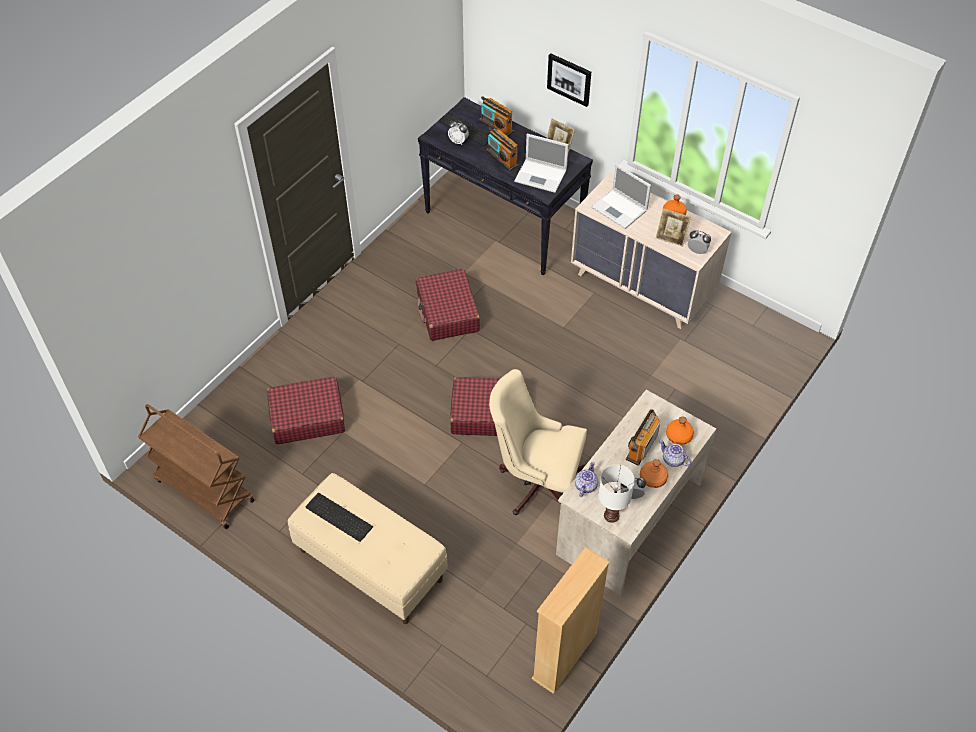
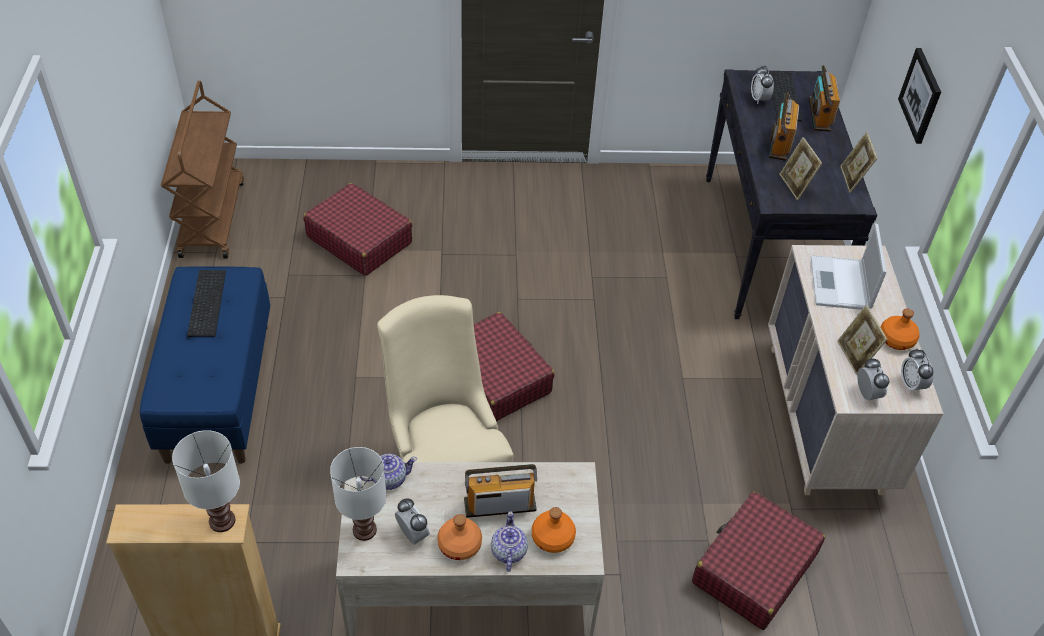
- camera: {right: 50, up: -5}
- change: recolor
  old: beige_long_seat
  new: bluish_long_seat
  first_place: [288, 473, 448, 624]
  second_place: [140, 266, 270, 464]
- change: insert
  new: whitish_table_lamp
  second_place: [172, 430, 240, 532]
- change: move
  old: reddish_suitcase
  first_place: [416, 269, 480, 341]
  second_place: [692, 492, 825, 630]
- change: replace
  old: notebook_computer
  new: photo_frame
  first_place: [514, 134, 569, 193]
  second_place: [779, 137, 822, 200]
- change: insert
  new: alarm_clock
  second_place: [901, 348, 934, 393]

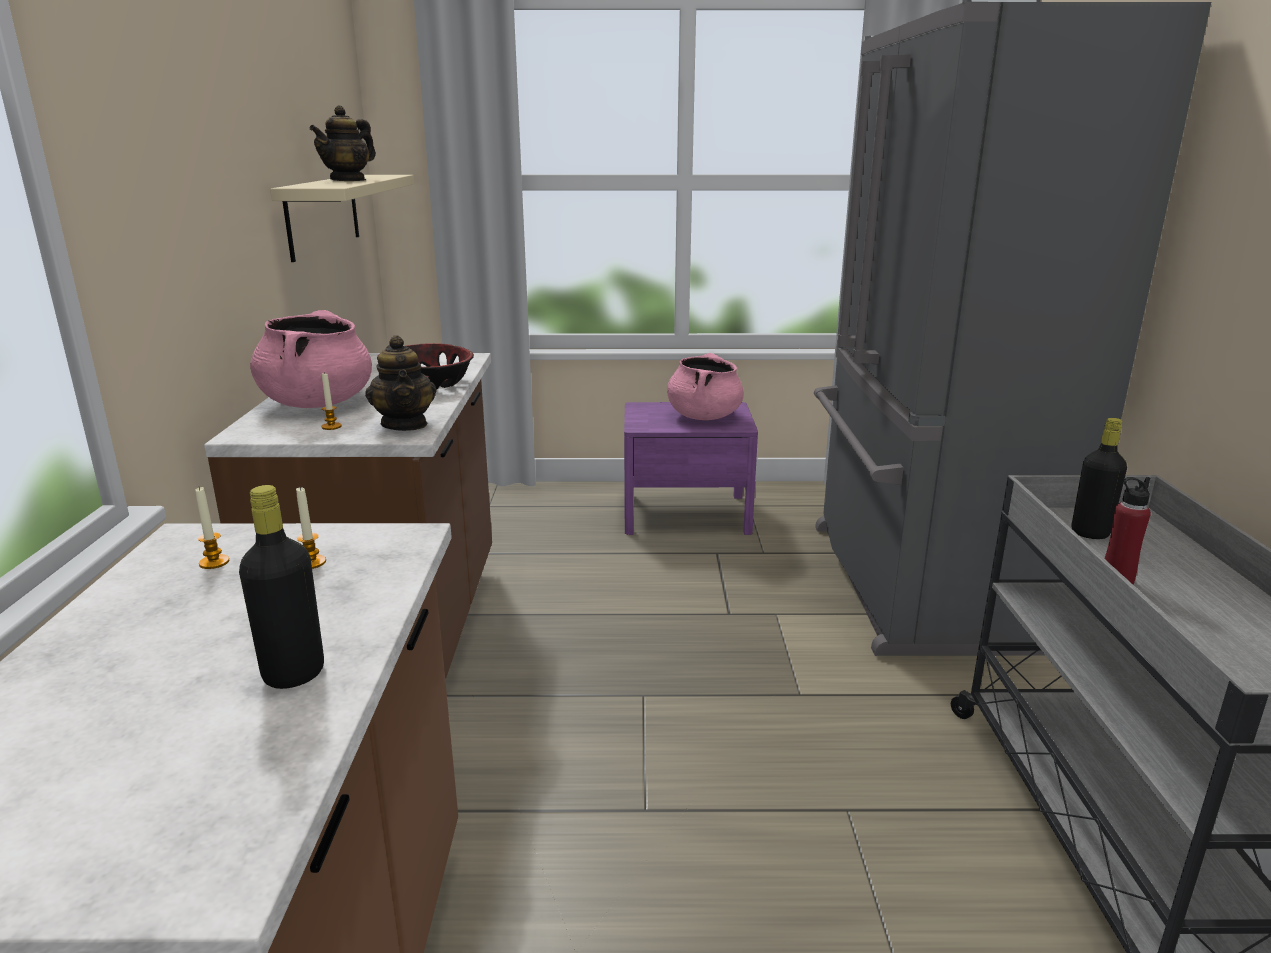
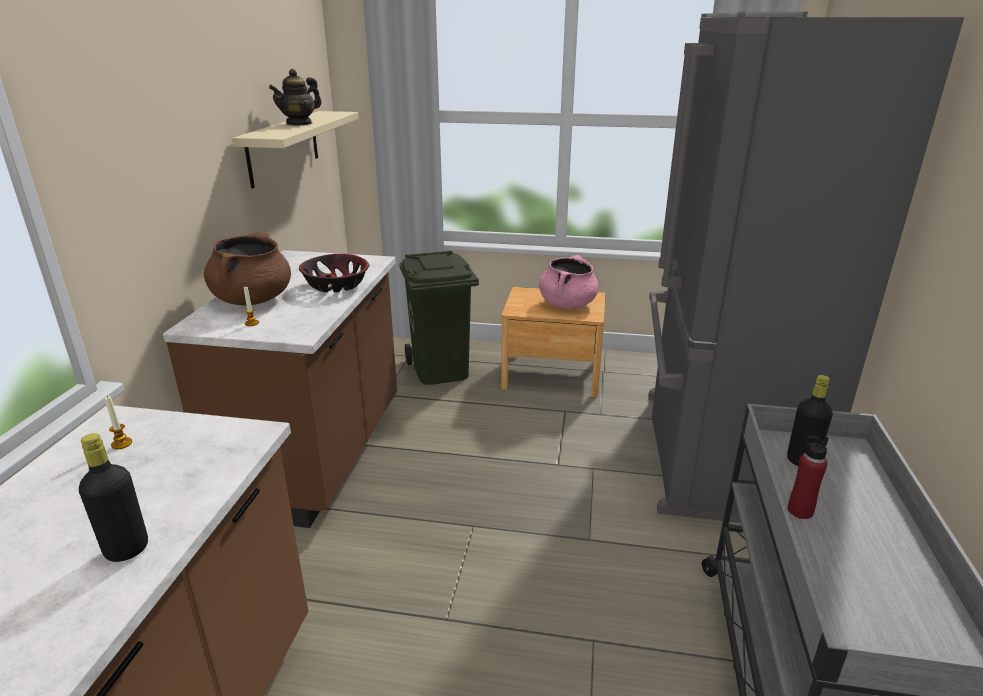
- camera: {right: 10, up: 5}
- change: recolor
  old: pinkish_cooking_pot
  new: brown_cooking_pot
  first_place: [250, 310, 372, 408]
  second_place: [204, 231, 291, 305]
- change: insert
  new: green_waste_bin
  second_place: [399, 251, 479, 385]
- change: recolor
  old: purple-coloured_bedside_table
  new: brown_bedside_table
  first_place: [624, 402, 758, 535]
  second_place: [501, 287, 605, 398]
- change: delete
  old: wax_candle
  first_place: [296, 487, 326, 569]
- change: delete
  old: pot_for_tea
  first_place: [365, 335, 436, 431]

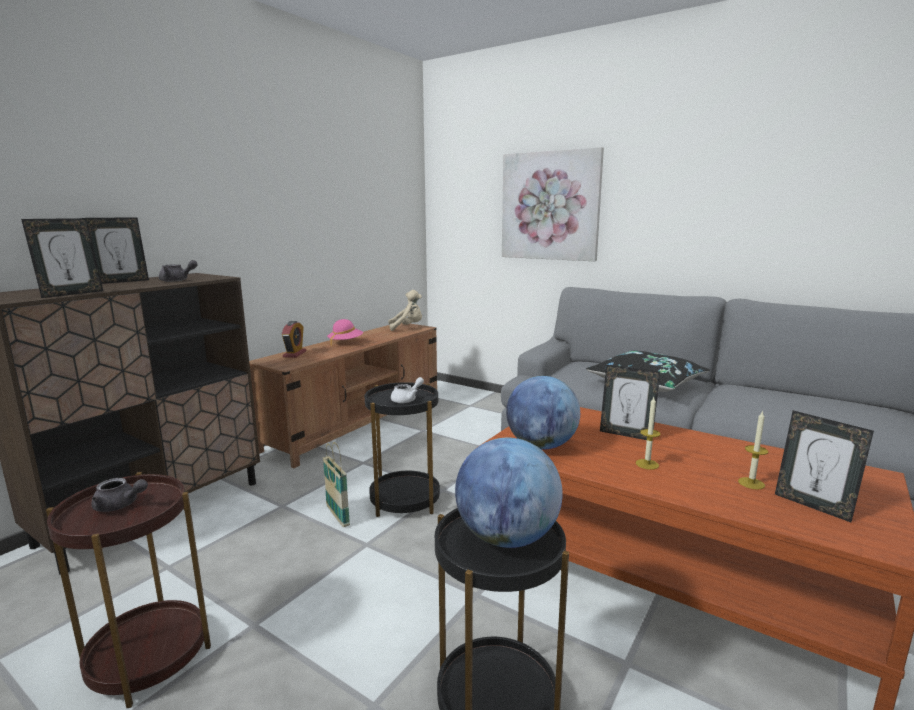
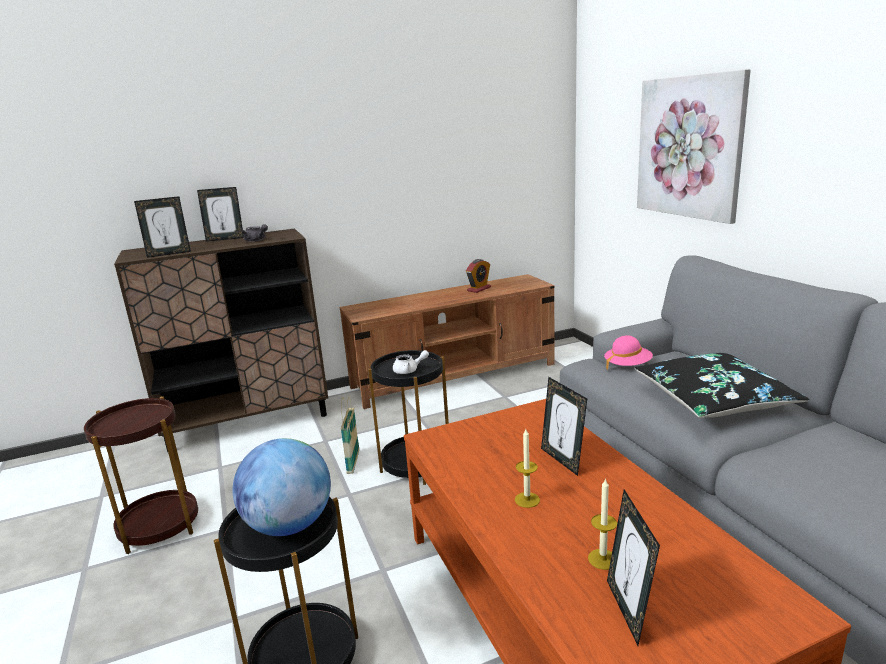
- camera: {right: 35, up: 5}
- change: move
  old: alarm_clock
  first_place: [282, 321, 307, 358]
  second_place: [466, 259, 491, 293]
- change: move
  old: pinkish_wearable_hat
  first_place: [327, 319, 363, 346]
  second_place: [604, 335, 653, 370]
- change: delete
  old: greyish_pot_for_tea
  first_place: [91, 478, 148, 512]
- change: delete
  old: beige_plush_toy
  first_place: [388, 290, 422, 331]
- change: delete
  old: globe
  first_place: [506, 376, 580, 449]

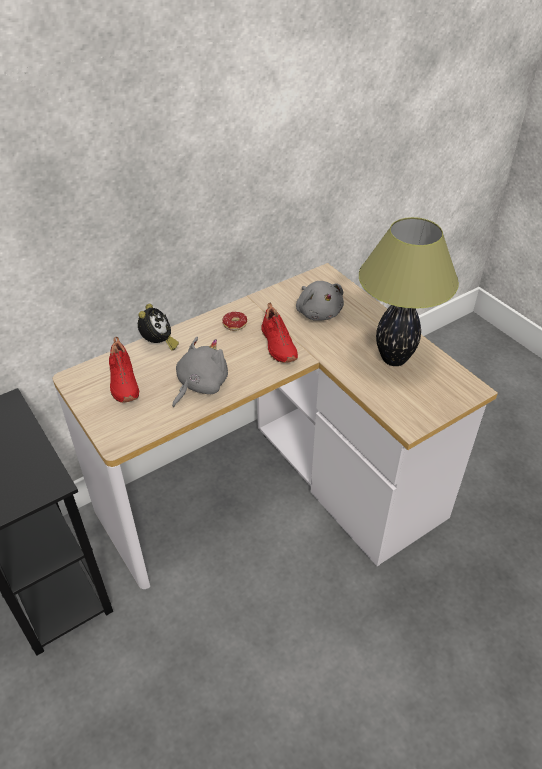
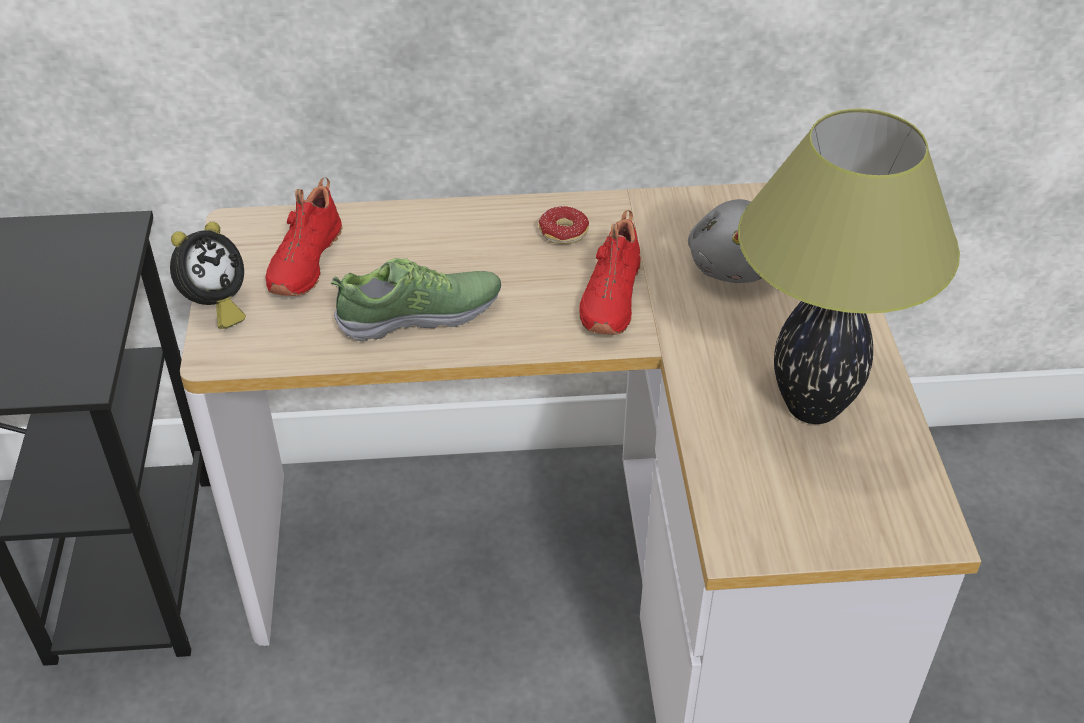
- camera: {right: 30, up: 0}
- change: move
  old: alarm_clock
  first_place: [138, 304, 179, 351]
  second_place: [170, 222, 246, 329]
- change: replace
  old: greyish_plush_toy
  new: item_of_footwear
  first_place: [172, 337, 228, 407]
  second_place: [331, 258, 501, 342]

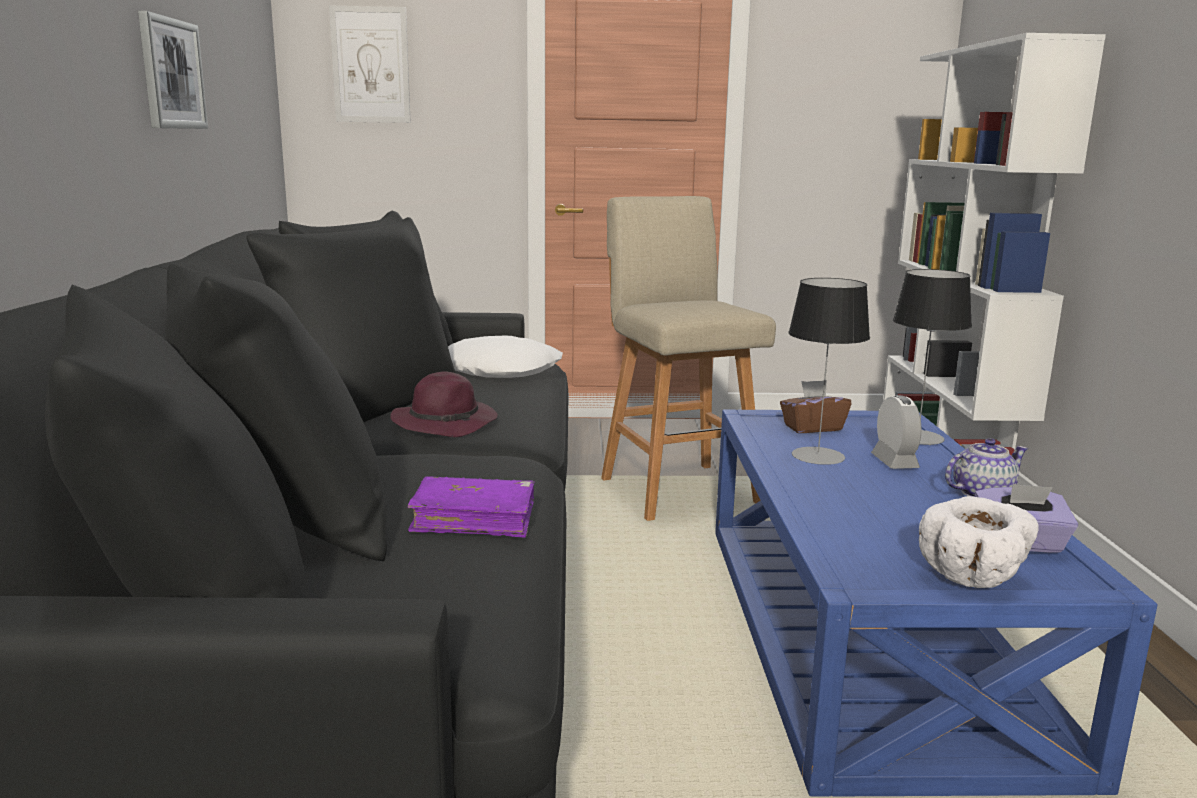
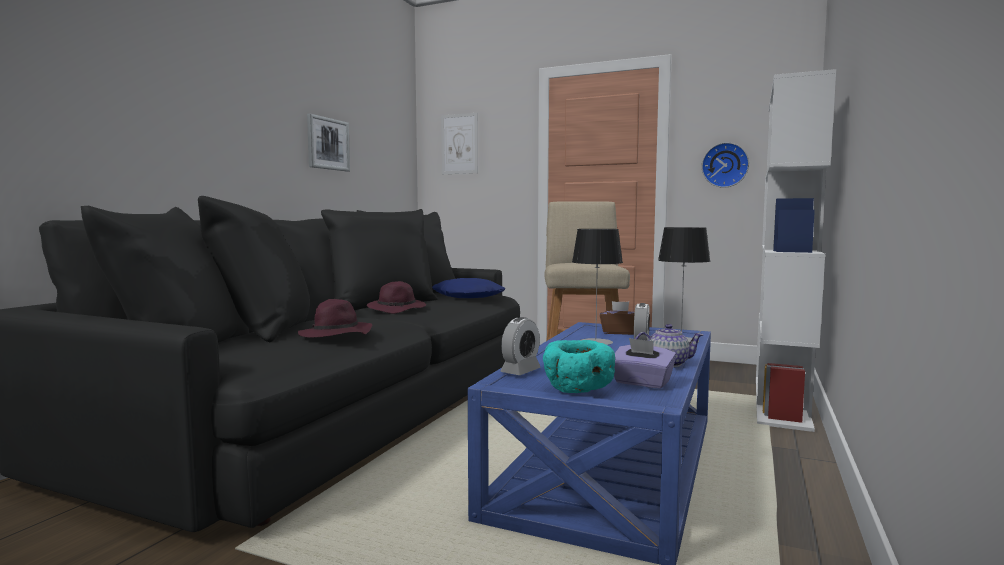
- camera: {right: 25, up: -10}
- change: replace
  old: purple-coloured_volume
  new: purple-coloured_wearable_hat
  first_place: [408, 476, 534, 537]
  second_place: [298, 299, 372, 338]
- change: recolor
  old: whitish_throw_pillow
  new: bluish_throw_pillow
  first_place: [448, 336, 563, 378]
  second_place: [432, 278, 505, 298]
- change: insert
  new: alarm_clock
  second_place: [500, 317, 541, 375]
- change: recolor
  old: whitish_bowl
  new: turquoise-coloured_bowl
  first_place: [919, 496, 1038, 588]
  second_place: [543, 340, 615, 393]
- change: insert
  new: clock_on_the_wall
  second_place: [702, 142, 749, 188]

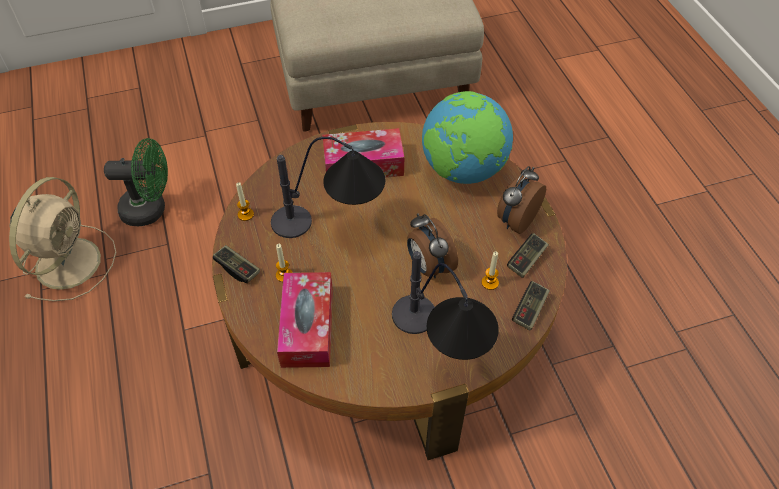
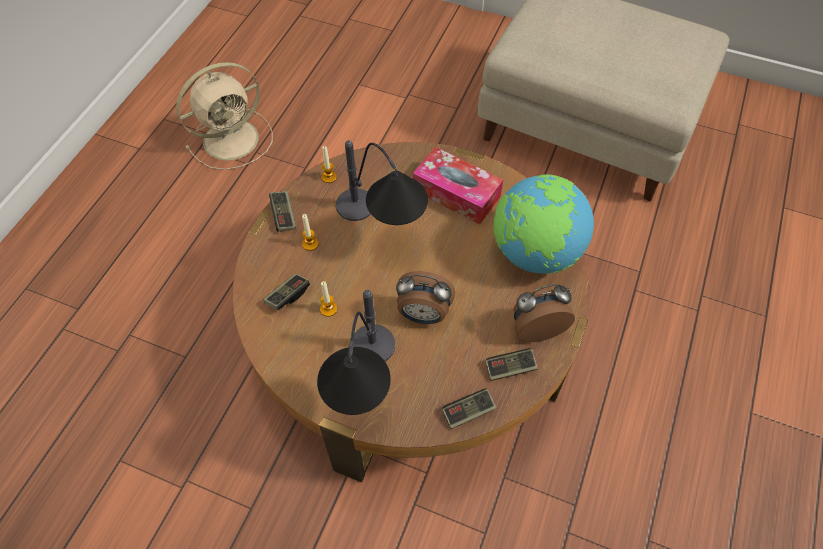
- camera: {right: 40, up: 5}
- change: replace
  old: box_of_tissues
  new: game_controller
  first_place: [277, 272, 333, 368]
  second_place: [264, 274, 310, 311]
- change: move
  old: wax_candle
  first_place: [482, 252, 499, 290]
  second_place: [320, 281, 337, 317]
- change: rotate
  old: alarm_clock
  first_place: [407, 213, 458, 278]
  second_place: [396, 271, 455, 324]
  degrees: -90
- change: delete
  old: green_fan
  first_place: [104, 138, 168, 226]

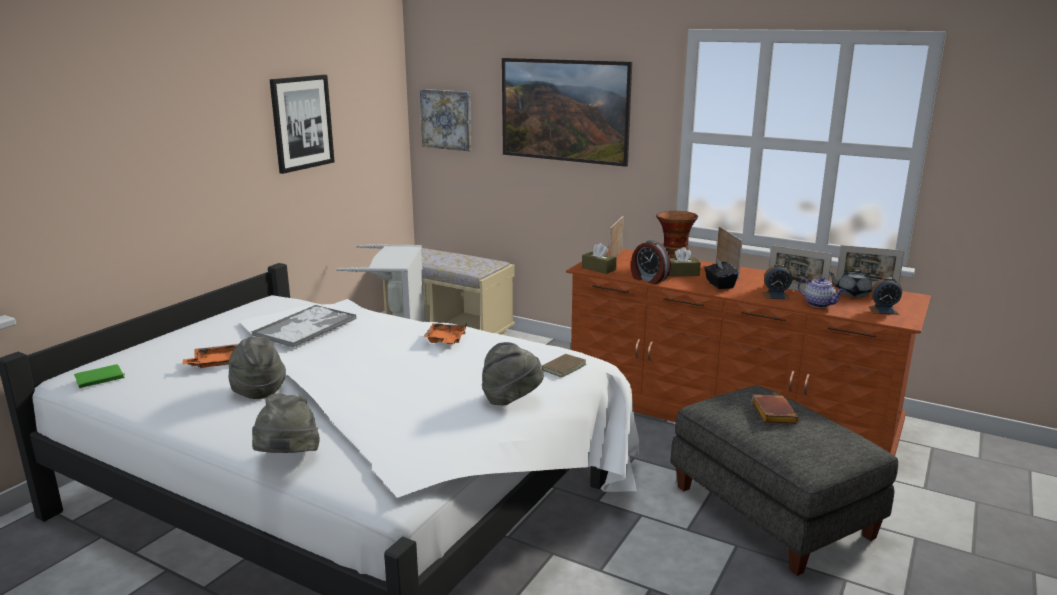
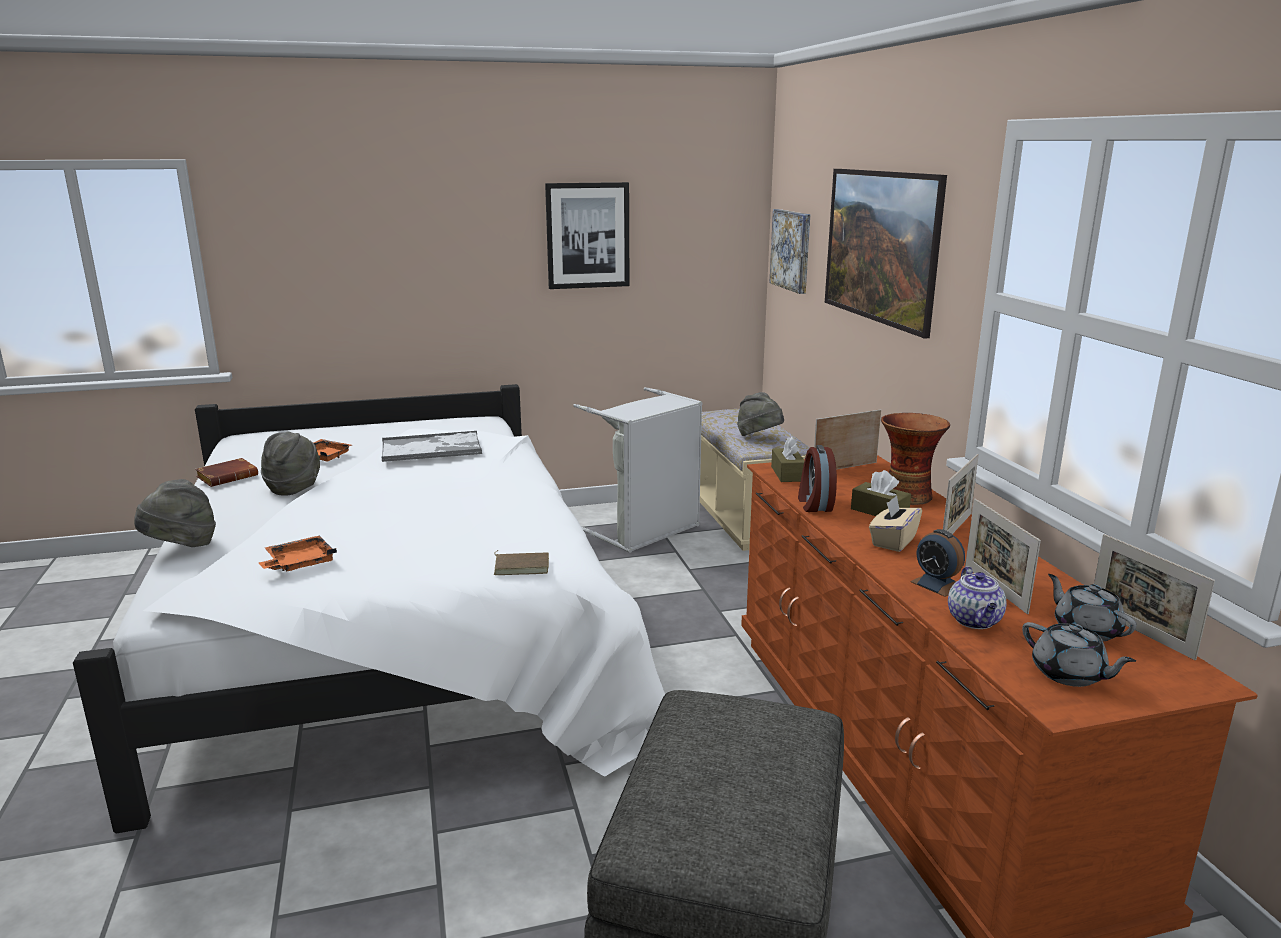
- camera: {right: 45, up: 0}
- change: move
  old: brown_volume
  first_place: [751, 395, 799, 424]
  second_place: [195, 458, 258, 487]
- change: move
  old: orangey_carrying_tray
  first_place: [423, 323, 467, 344]
  second_place: [259, 536, 337, 571]
- change: move
  old: greyish_wearable_hat
  first_place: [482, 342, 544, 406]
  second_place: [737, 392, 784, 436]
- change: recolor
  old: blackish_box_of_tissues
  new: beige_box_of_tissues
  first_place: [704, 258, 738, 289]
  second_place: [869, 495, 922, 552]
- change: replace
  old: alarm_clock
  new: greyish_pot_for_tea
  first_place: [868, 277, 902, 315]
  second_place: [1022, 622, 1136, 687]
- change: delete
  old: green_volume
  first_place: [74, 364, 125, 388]

